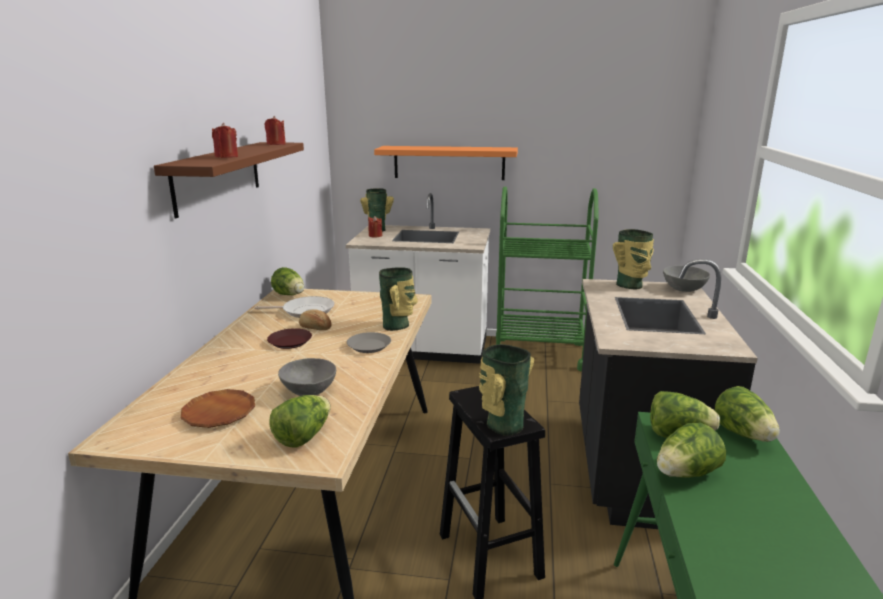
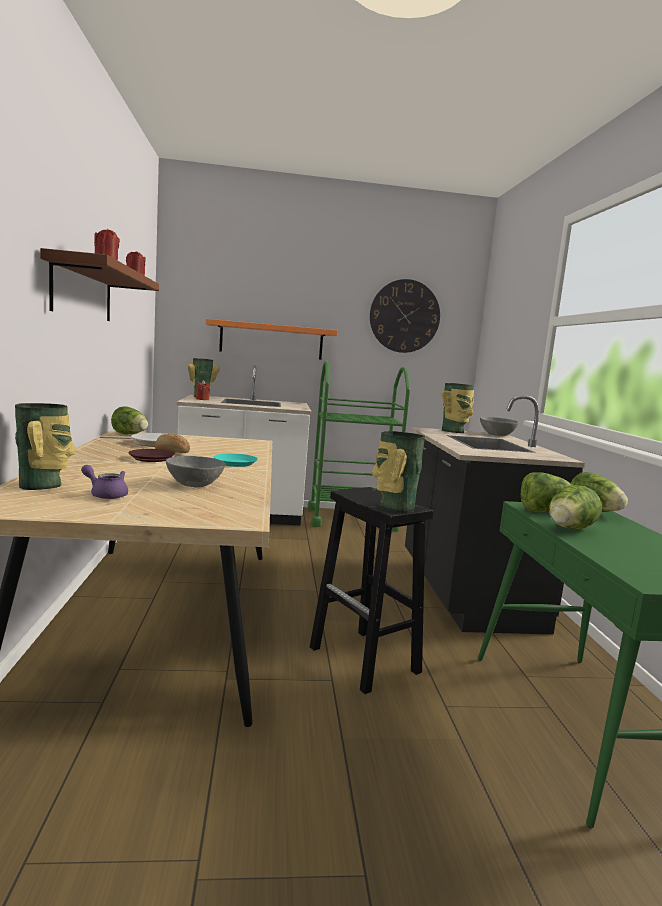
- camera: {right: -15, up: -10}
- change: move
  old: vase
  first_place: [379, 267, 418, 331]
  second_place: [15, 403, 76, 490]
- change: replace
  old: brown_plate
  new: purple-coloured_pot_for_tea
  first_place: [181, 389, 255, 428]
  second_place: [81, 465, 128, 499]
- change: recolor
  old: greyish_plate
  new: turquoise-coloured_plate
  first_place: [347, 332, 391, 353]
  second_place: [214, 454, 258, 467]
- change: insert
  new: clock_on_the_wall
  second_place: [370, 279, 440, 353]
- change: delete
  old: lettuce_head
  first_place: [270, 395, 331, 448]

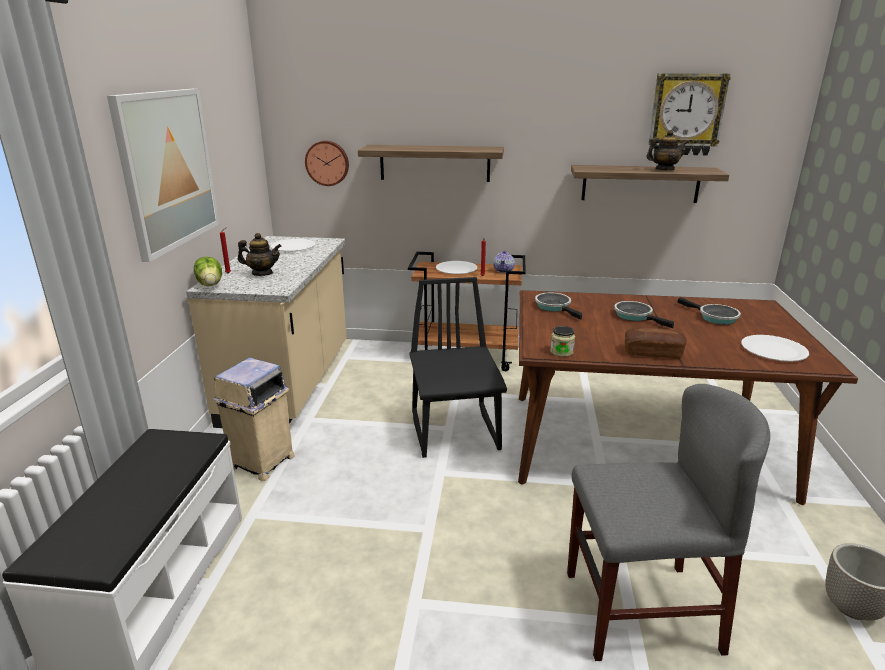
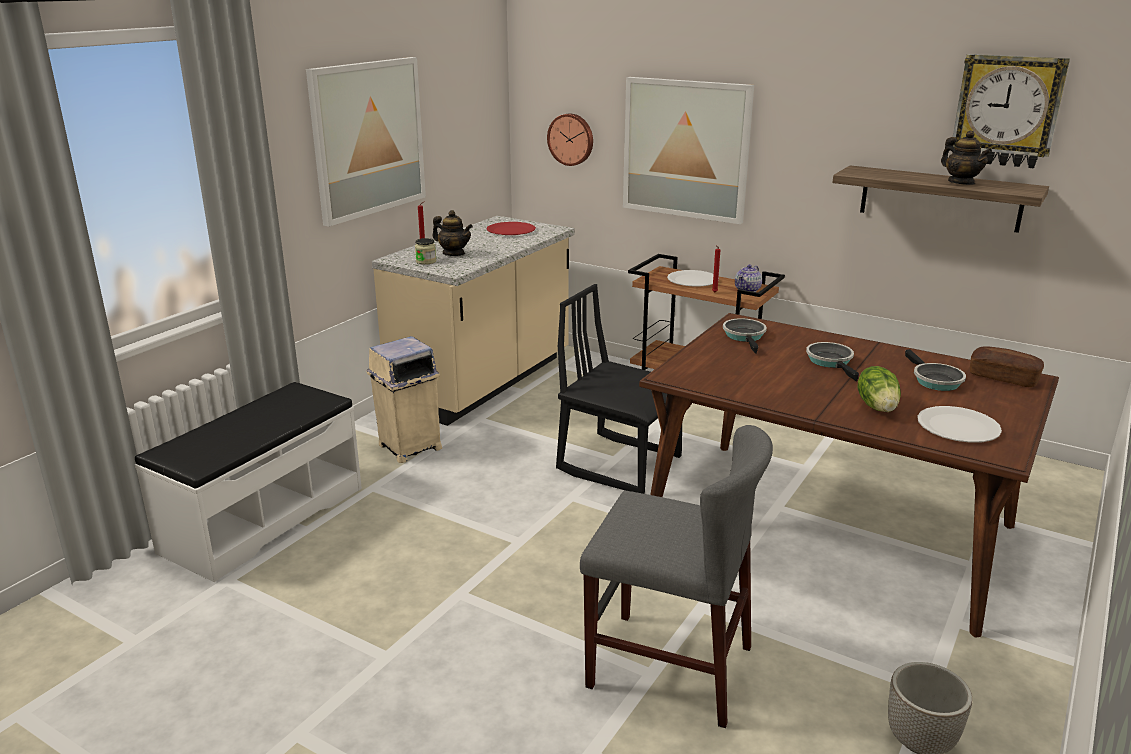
- camera: {right: 25, up: 0}
- change: move
  old: storage_jar
  first_place: [550, 326, 575, 357]
  second_place: [415, 238, 436, 265]
- change: recolor
  old: whitish_plate
  new: reddish_plate
  first_place: [271, 239, 316, 251]
  second_place: [486, 222, 536, 235]
- change: rotate
  old: blackish_chair
  first_place: [410, 277, 507, 458]
  second_place: [556, 284, 682, 494]
  degrees: -75
- change: replace
  old: bracket_shelf
  new: wall_art
  first_place: [358, 145, 504, 182]
  second_place: [623, 77, 754, 224]
- change: move
  old: lettuce_head
  first_place: [194, 257, 222, 286]
  second_place: [858, 366, 901, 412]
- change: rotate
  old: pot_for_tea
  first_place: [646, 130, 689, 170]
  second_place: [941, 130, 992, 185]
  degrees: 45
- change: move
  old: bakery_bread
  first_place: [625, 328, 687, 359]
  second_place: [970, 346, 1044, 387]

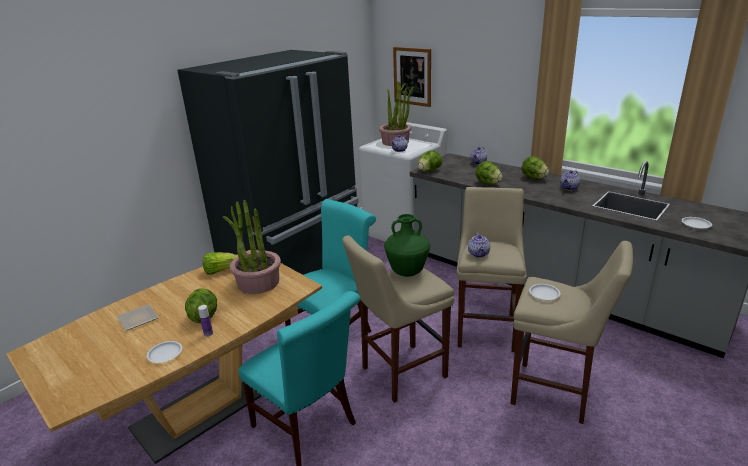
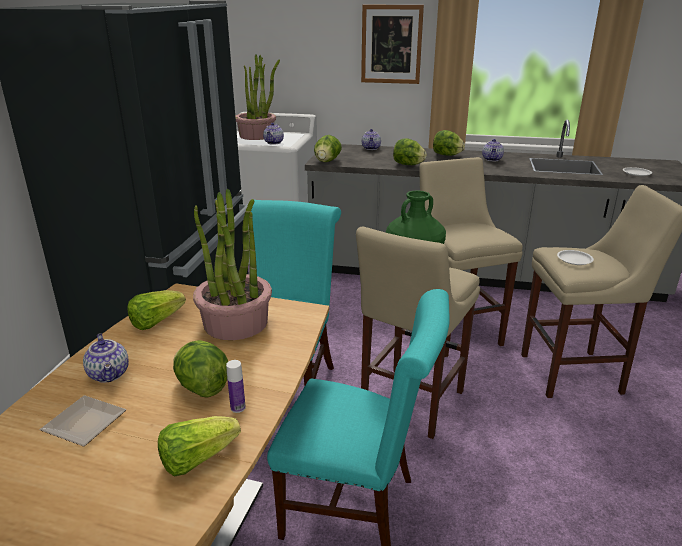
- camera: {right: -30, up: 0}
- change: move
  old: pot_for_tea
  first_place: [468, 232, 490, 258]
  second_place: [83, 333, 129, 383]
- change: replace
  old: whitish_plate
  new: lettuce_head
  first_place: [147, 341, 182, 363]
  second_place: [158, 416, 241, 477]
- change: move
  old: wall_art
  first_place: [393, 47, 431, 107]
  second_place: [361, 5, 424, 84]

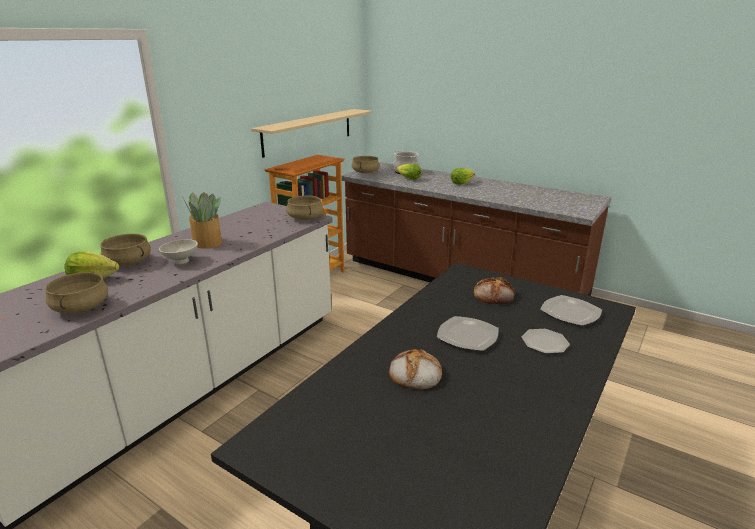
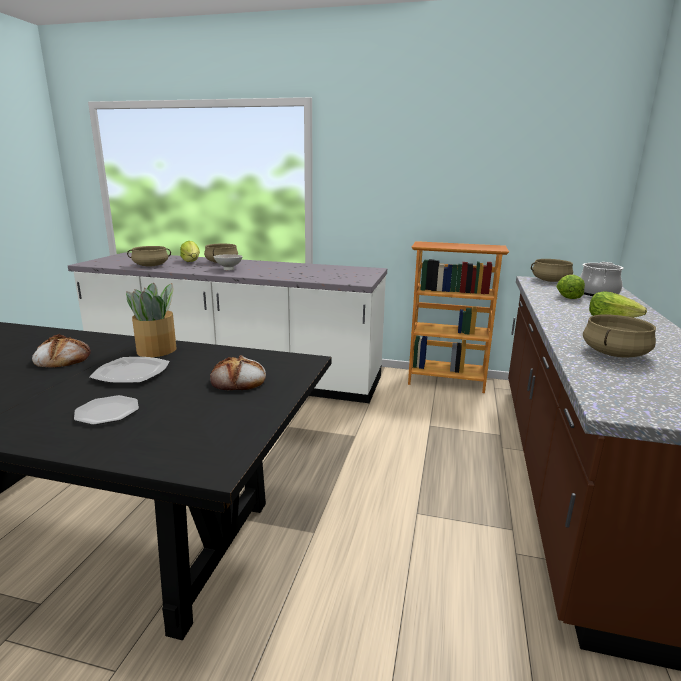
- camera: {right: 70, up: -5}
- change: move
  old: houseplant
  first_place: [183, 192, 222, 248]
  second_place: [126, 283, 176, 357]
- change: move
  old: beige_cooking_pot
  first_place: [286, 195, 323, 220]
  second_place: [583, 315, 656, 357]
- change: delete
  old: beige_bracket_shelf
  first_place: [251, 109, 373, 158]
- change: delete
  old: plate
  first_place: [540, 295, 602, 326]

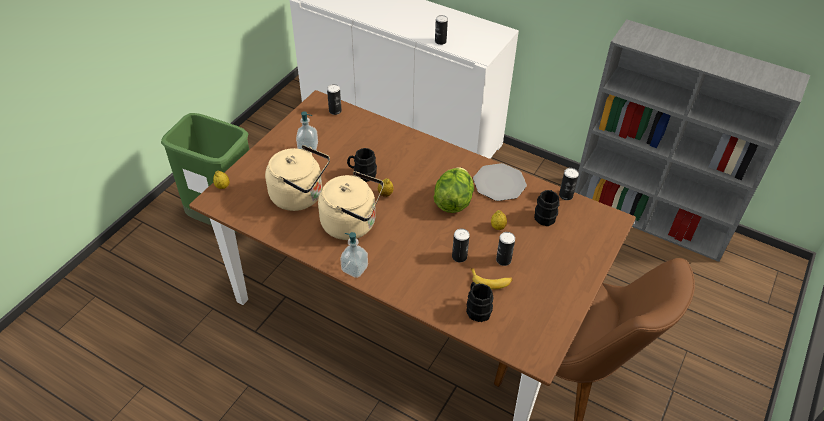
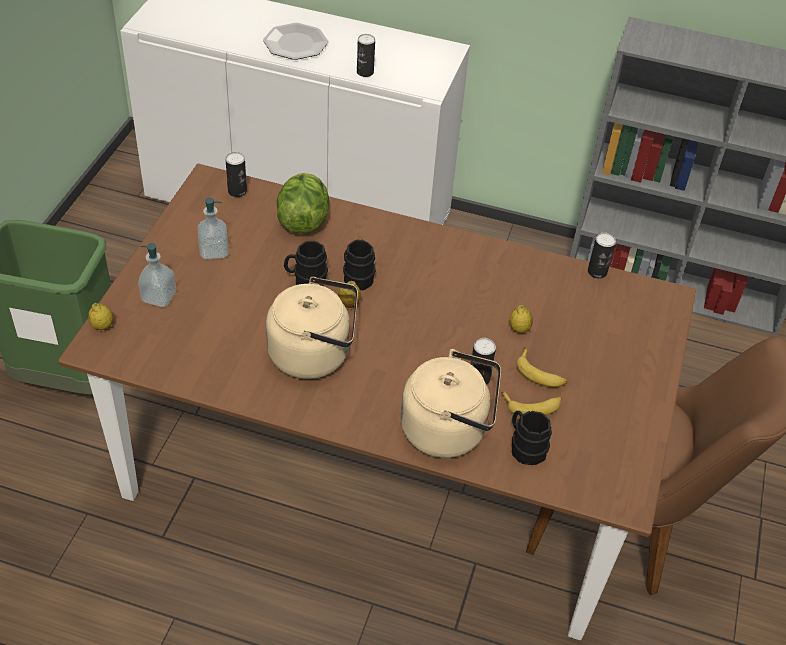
- camera: {right: -15, up: 0}
- change: move
  old: soap_dispenser
  first_place: [340, 232, 368, 278]
  second_place: [138, 243, 176, 307]
- change: move
  old: plate
  first_place: [473, 163, 527, 201]
  second_place: [263, 23, 328, 60]
- change: move
  old: lettuce_head
  first_place: [434, 167, 474, 213]
  second_place: [277, 173, 329, 234]
- change: move
  old: blackish_coffee_mug
  first_place: [534, 190, 560, 226]
  second_place: [343, 240, 376, 290]
- change: move
  old: beige_water_kettle
  first_place: [265, 145, 330, 211]
  second_place: [400, 349, 501, 458]
- change: replace
  old: sealed_can
  new: banana
  first_place: [496, 232, 515, 266]
  second_place: [516, 347, 567, 388]

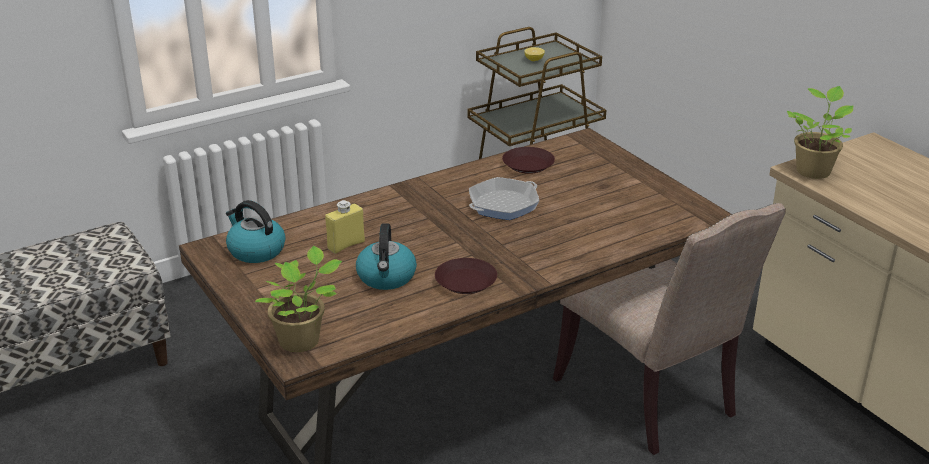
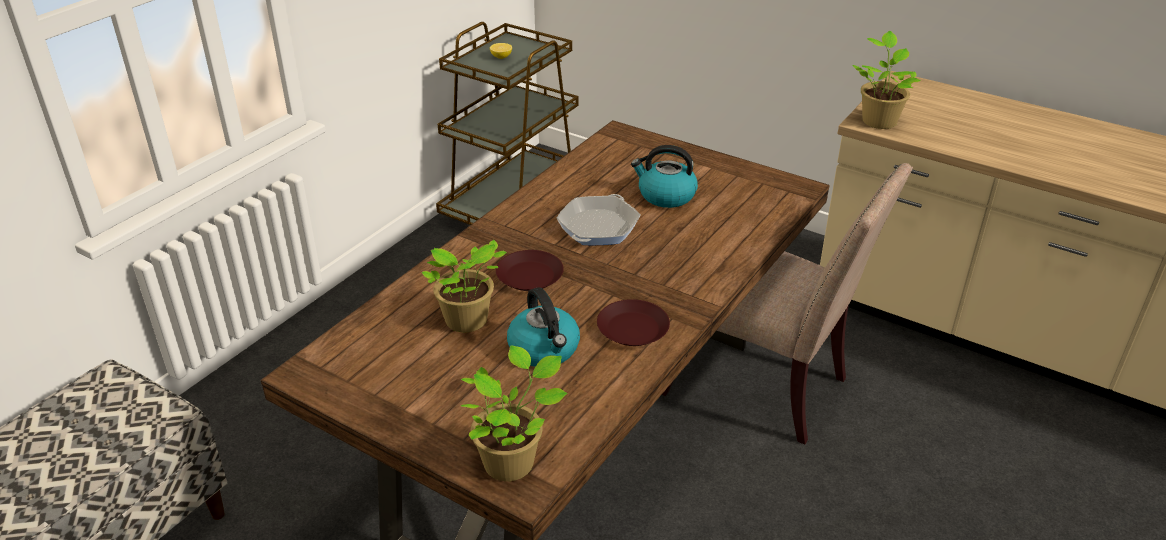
- camera: {right: -25, up: 5}
- change: replace
  old: yellowish_beverage_bottle
  new: houseplant
  first_place: [325, 200, 365, 254]
  second_place: [422, 240, 507, 332]
- change: move
  old: brown_plate
  first_place: [502, 147, 555, 174]
  second_place: [496, 250, 564, 291]
- change: move
  old: water_kettle
  first_place: [226, 200, 286, 263]
  second_place: [631, 145, 698, 208]

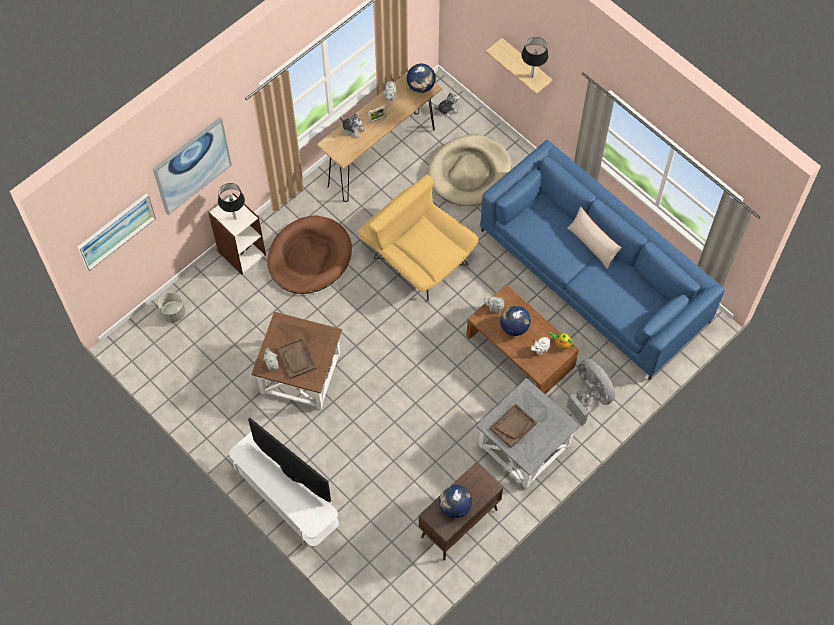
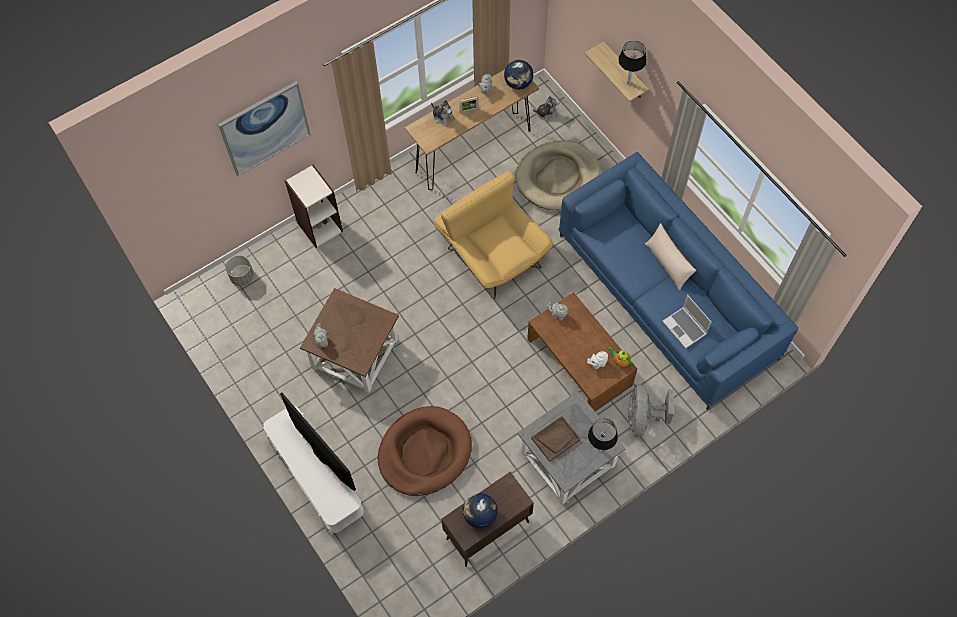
- camera: {right: 10, up: 0}
- change: move
  old: brown_pet_bed
  first_place: [267, 215, 352, 294]
  second_place: [378, 406, 472, 496]
- change: move
  old: table_lamp
  first_place: [218, 183, 245, 220]
  second_place: [588, 419, 618, 451]
- change: rotate
  old: greyish_fan
  first_place: [567, 359, 615, 425]
  second_place: [628, 384, 674, 437]
  degrees: -150
- change: insert
  new: notebook_computer
  second_place: [662, 295, 711, 348]
- change: delete
  old: wall_art
  first_place: [78, 193, 156, 271]
- change: delete
  old: brown_carrying_tray
  first_place: [276, 337, 317, 379]
- change: delete
  old: globe
  first_place: [500, 305, 531, 336]

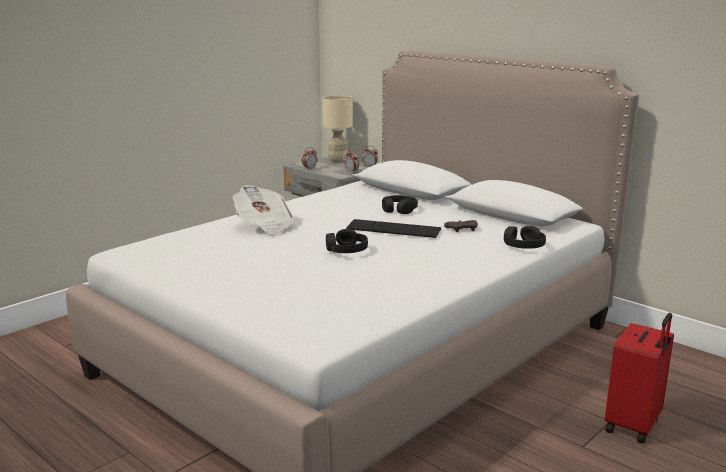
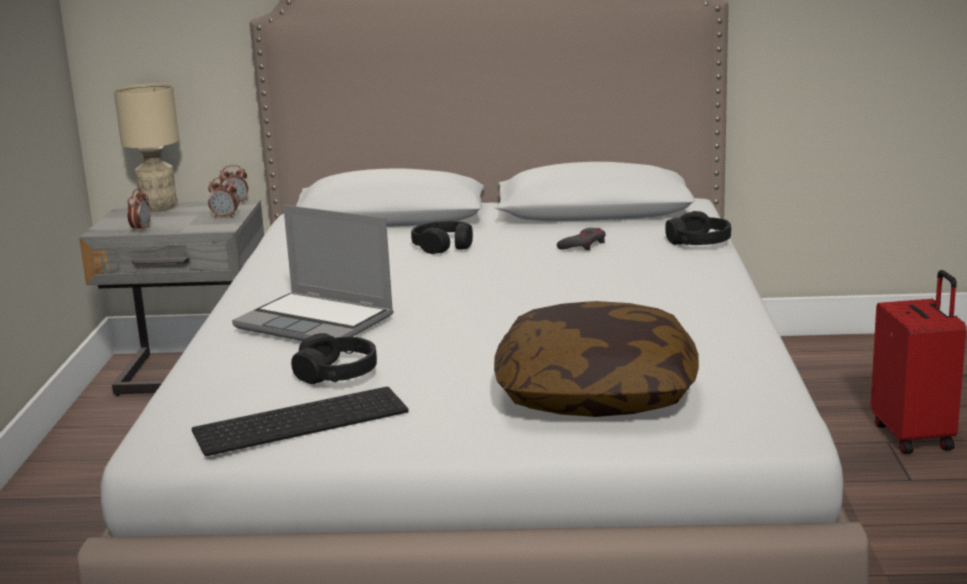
- camera: {right: -40, up: 0}
- change: move
  old: computer_keyboard
  first_place: [346, 219, 441, 238]
  second_place: [192, 387, 409, 456]
- change: replace
  old: daily_paper
  new: notebook_computer
  first_place: [233, 185, 295, 235]
  second_place: [232, 205, 394, 341]
- change: move
  old: blackish_headset
  first_place: [326, 229, 368, 253]
  second_place: [291, 333, 377, 384]
- change: insert
  new: throw_pillow
  second_place: [494, 301, 699, 417]

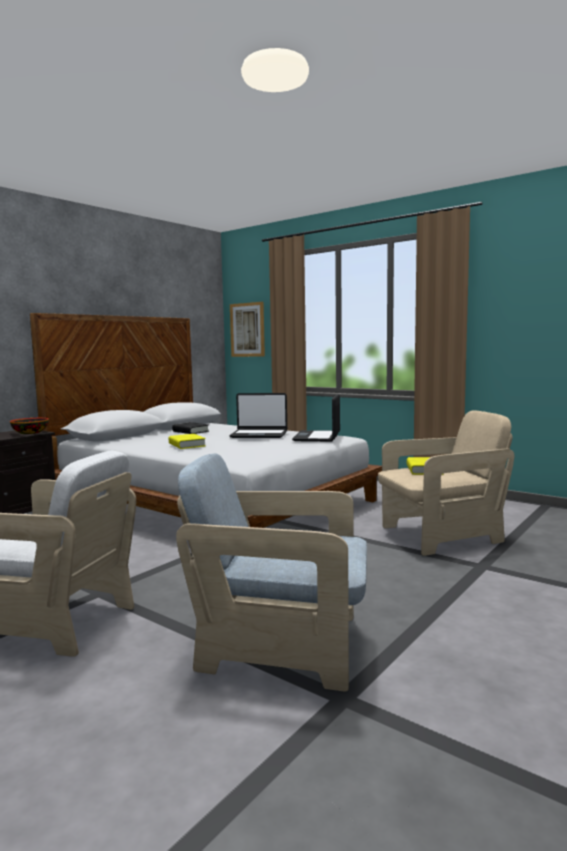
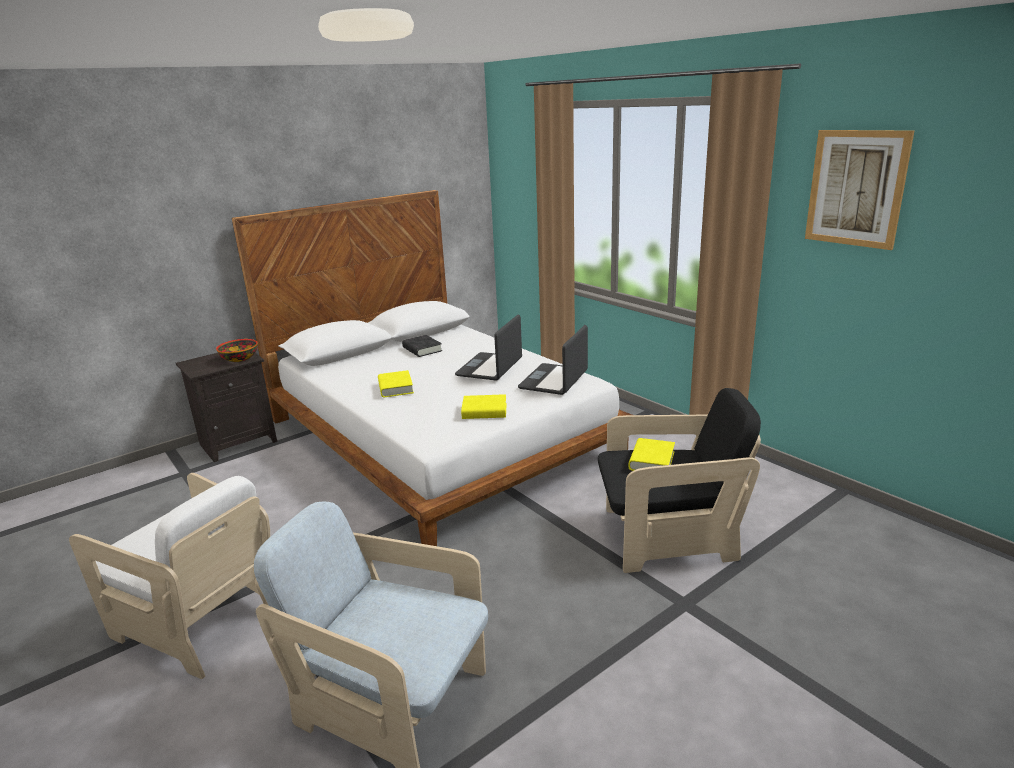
- camera: {right: 15, up: 15}
- change: rotate
  old: notebook_computer
  first_place: [229, 393, 287, 438]
  second_place: [455, 315, 522, 381]
  degrees: 90
- change: insert
  new: yellowish_volume
  second_place: [461, 394, 507, 419]
- change: recolor
  old: beige_easy_chair
  new: blackish_easy_chair
  first_place: [378, 410, 514, 556]
  second_place: [598, 388, 761, 573]
- change: move
  old: wall_art
  first_place: [230, 302, 265, 357]
  second_place: [805, 130, 914, 250]

